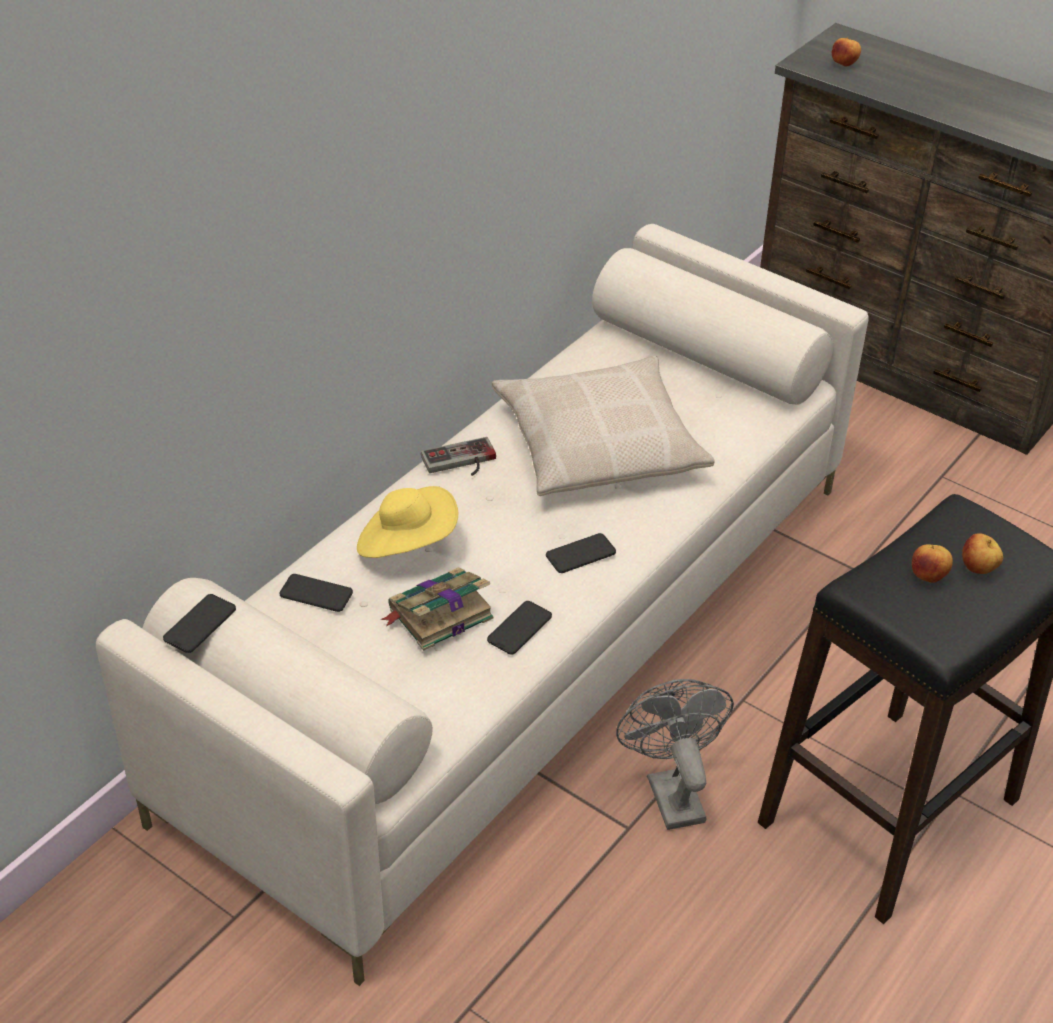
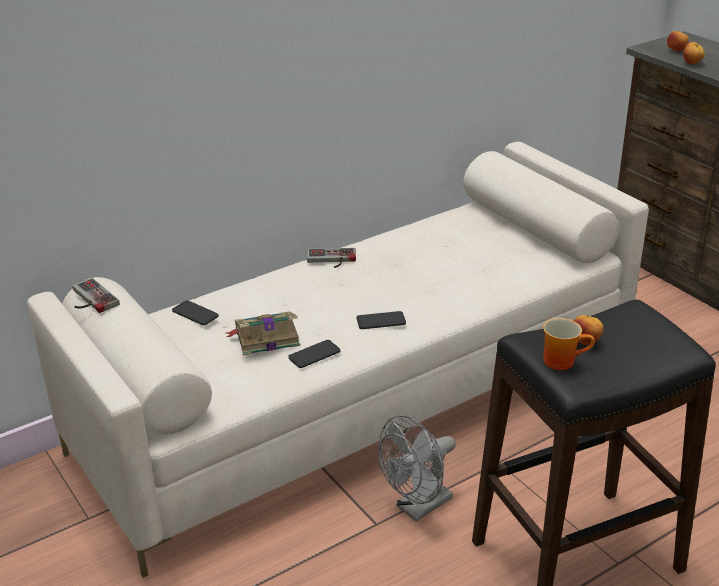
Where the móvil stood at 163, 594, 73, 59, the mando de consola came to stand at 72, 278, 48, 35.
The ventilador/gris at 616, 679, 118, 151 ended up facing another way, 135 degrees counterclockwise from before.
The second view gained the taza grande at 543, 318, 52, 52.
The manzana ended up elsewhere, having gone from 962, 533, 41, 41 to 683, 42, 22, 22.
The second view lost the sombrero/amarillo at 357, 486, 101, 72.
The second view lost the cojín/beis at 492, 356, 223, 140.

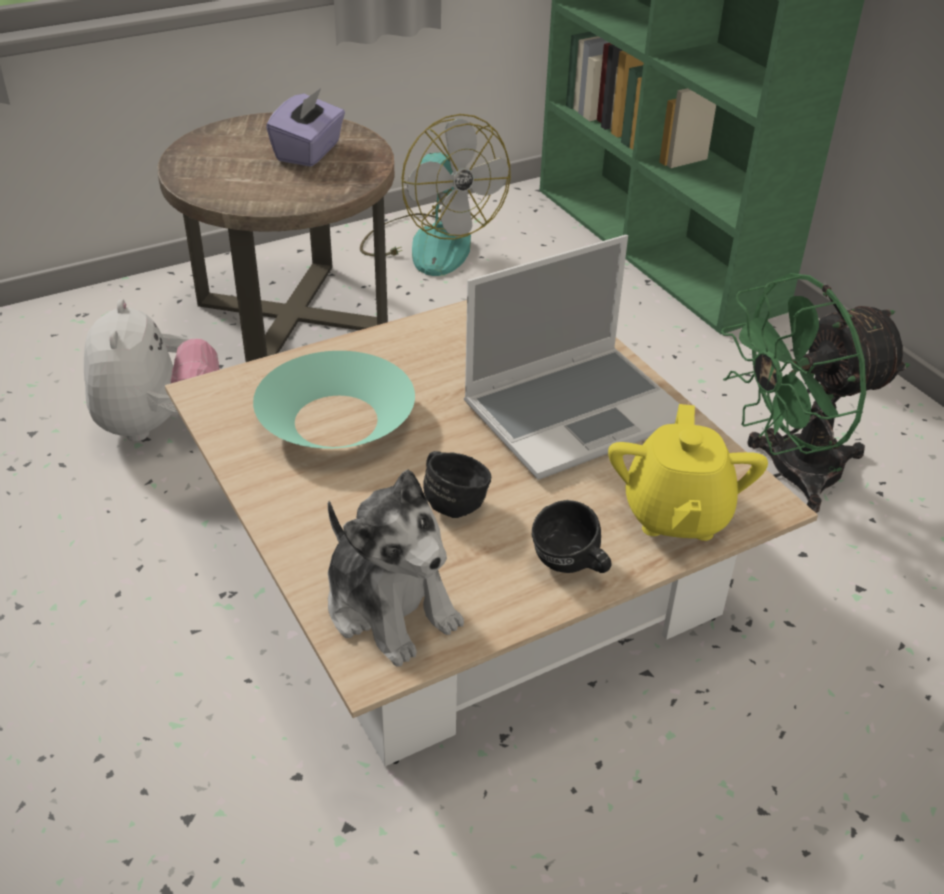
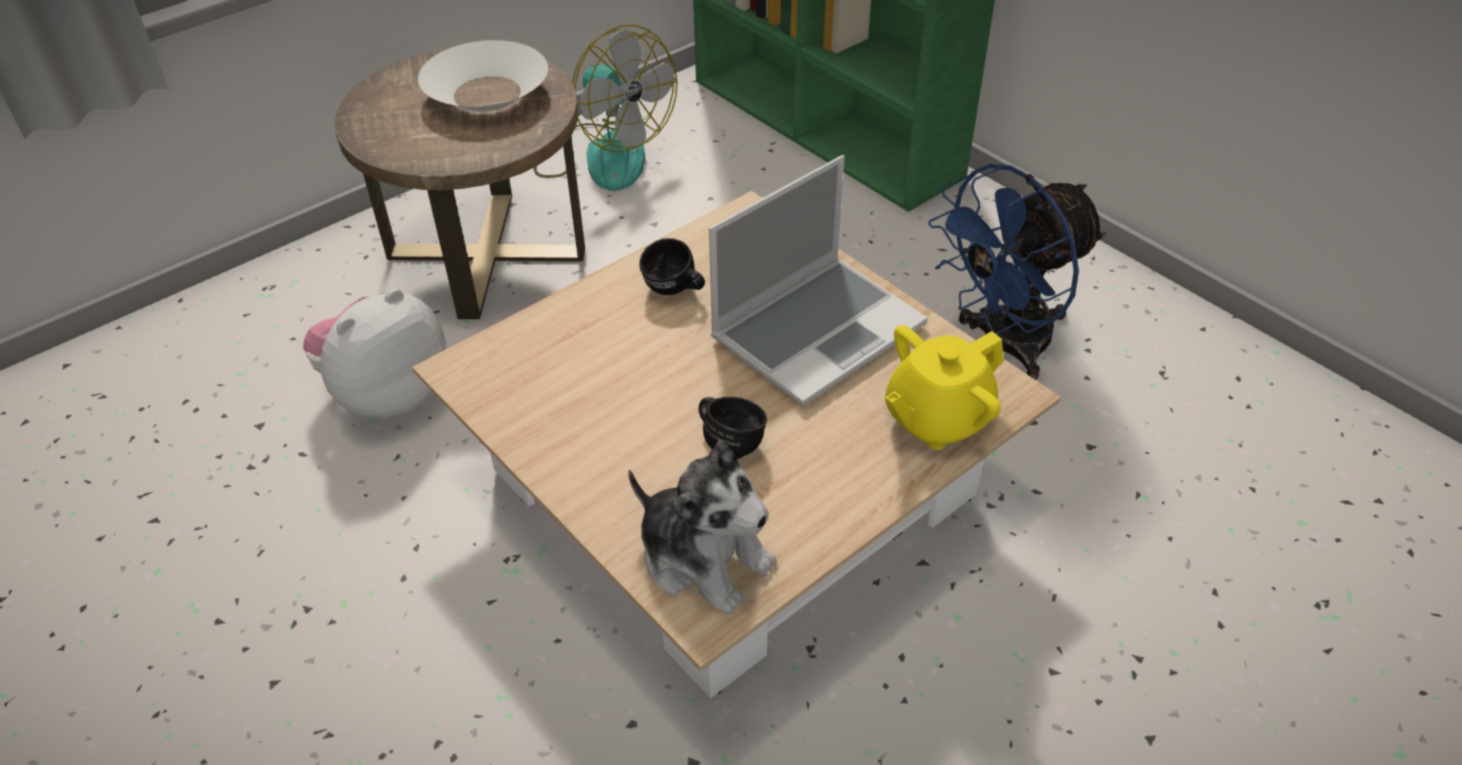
The peluche at 84, 299, 136, 142 ended up facing another way, 120 degrees counterclockwise from before.
Where the caja de pañuelos/morado stood at 266, 88, 79, 79, the cuenco/blanco came to stand at 418, 40, 130, 71.
The taza grande/negro ended up elsewhere, having gone from 532, 500, 80, 73 to 639, 238, 66, 57.
The tetera/amarillo at 608, 404, 160, 137 ended up facing another way, 60 degrees clockwise from before.
What was the ventilador/verde at 721, 273, 189, 240 turned into the ventilador/azul at 928, 164, 178, 216.
The second view lost the cuenco/turquesa at 253, 351, 162, 98.

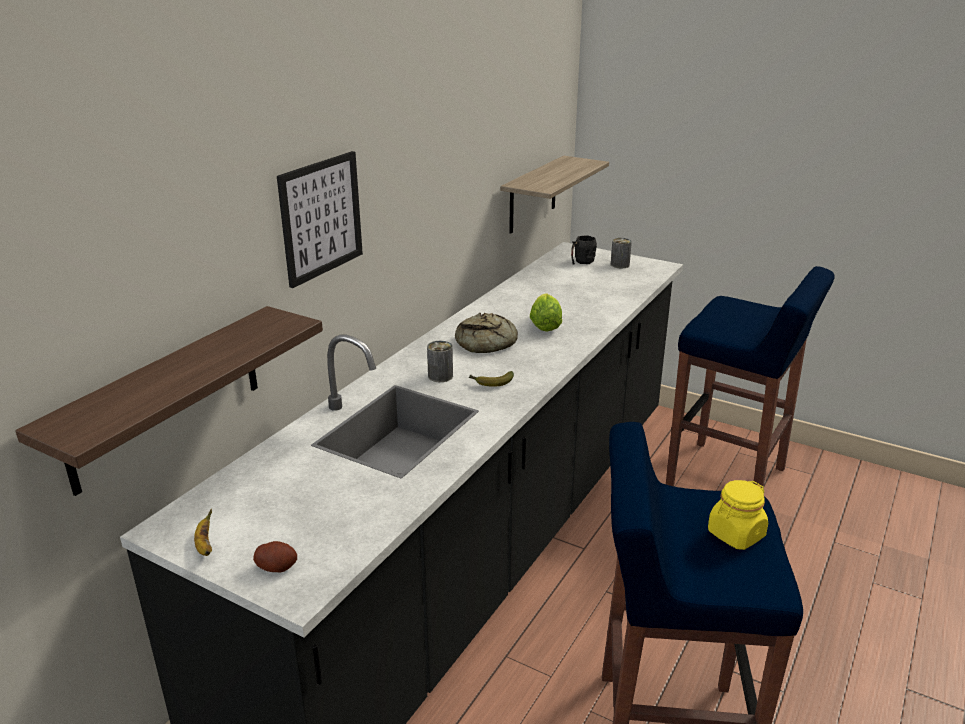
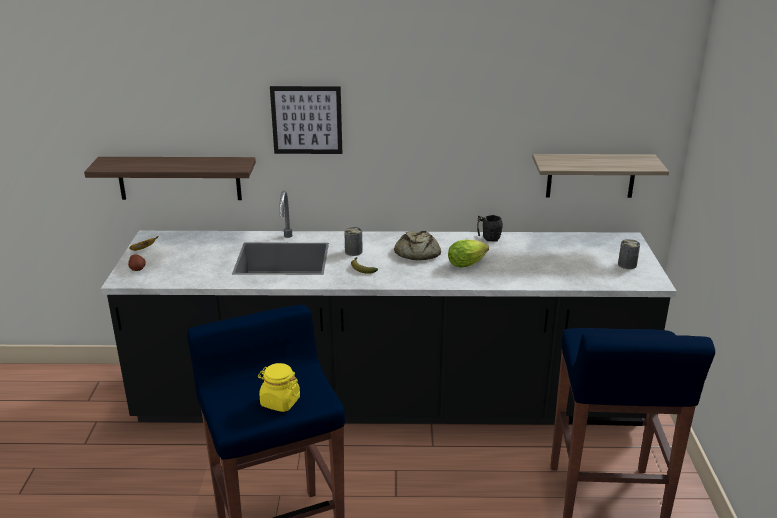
The taza grande/negro ended up elsewhere, having gone from 571, 235, 26, 30 to 477, 215, 26, 26.

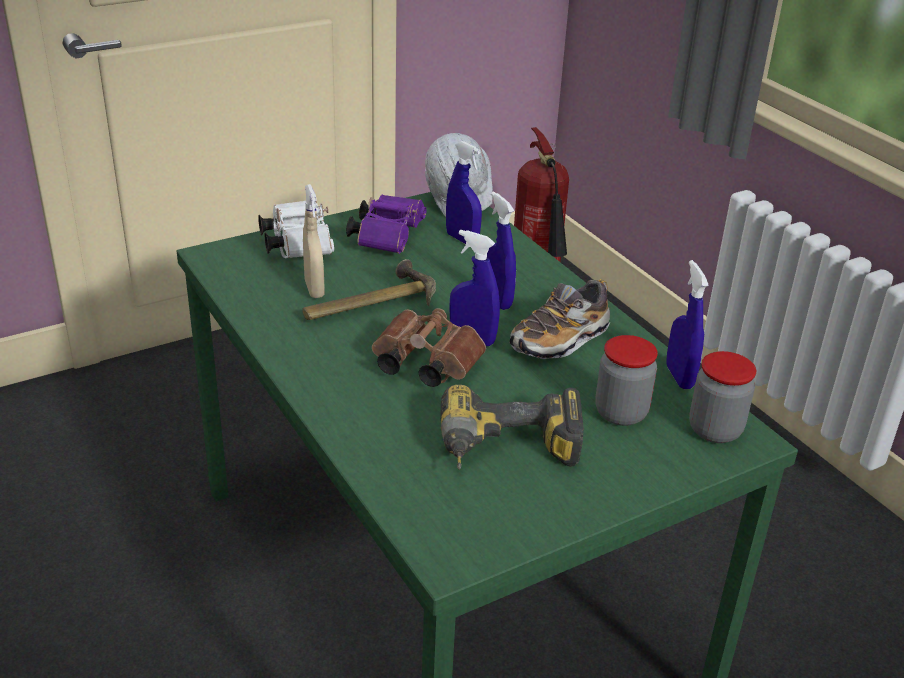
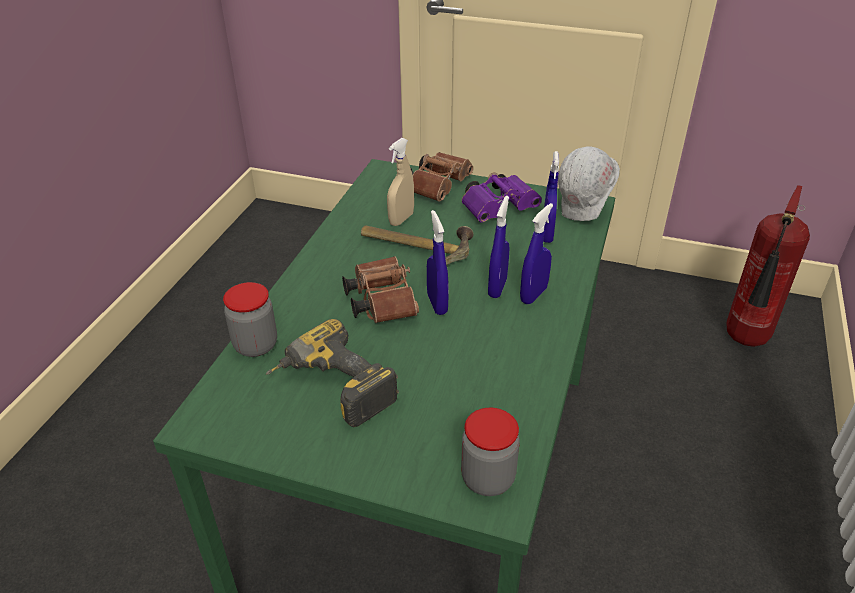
The tarro ended up elsewhere, having gone from 595, 335, 63, 91 to 223, 282, 54, 75.
What was the prismáticos/blanco at 258, 201, 76, 57 turned into the prismáticos/marrón at 411, 152, 62, 50.
The pulverizador/azul ended up elsewhere, having gone from 666, 260, 42, 129 to 520, 203, 33, 101.
The second view lost the zapato at 510, 279, 100, 80.

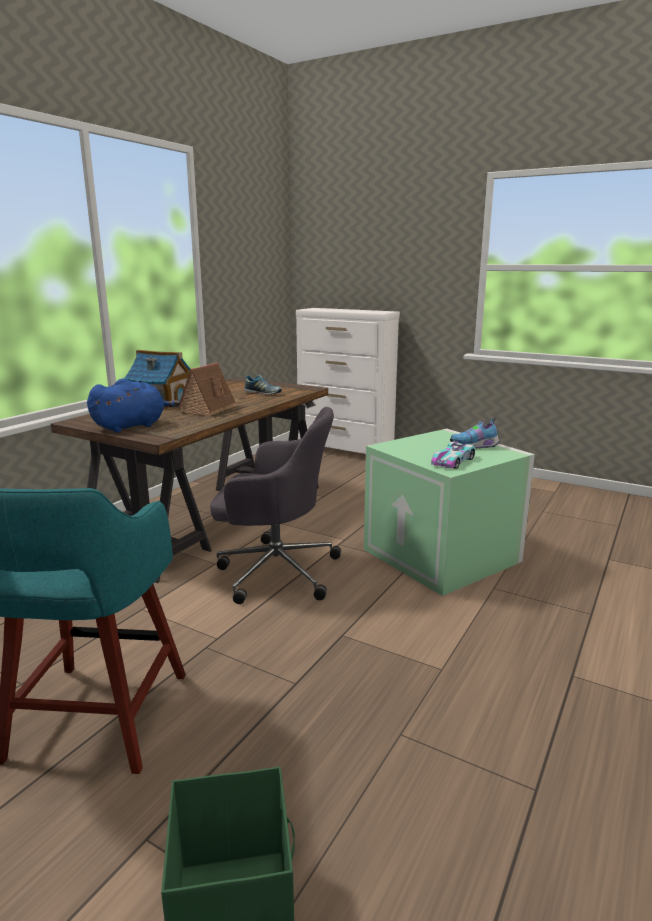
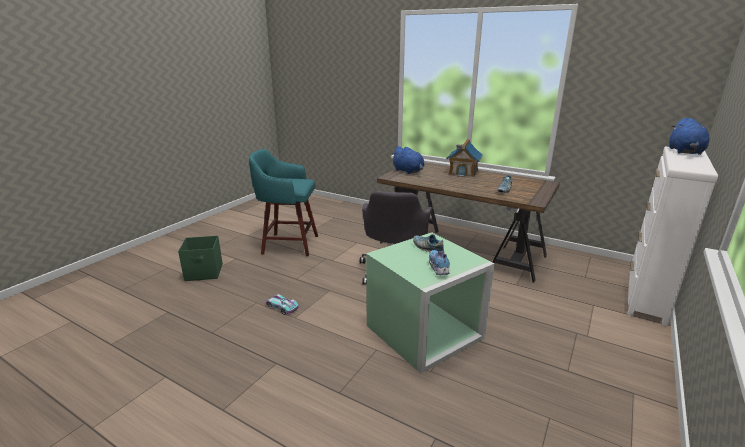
The coche de juguete ended up elsewhere, having gone from 431, 441, 44, 28 to 266, 294, 33, 21.
The second view gained the zapato at 413, 234, 31, 19.
The second view gained the peluche/azul at 669, 118, 40, 37.
The second view lost the casita at 177, 362, 61, 54.

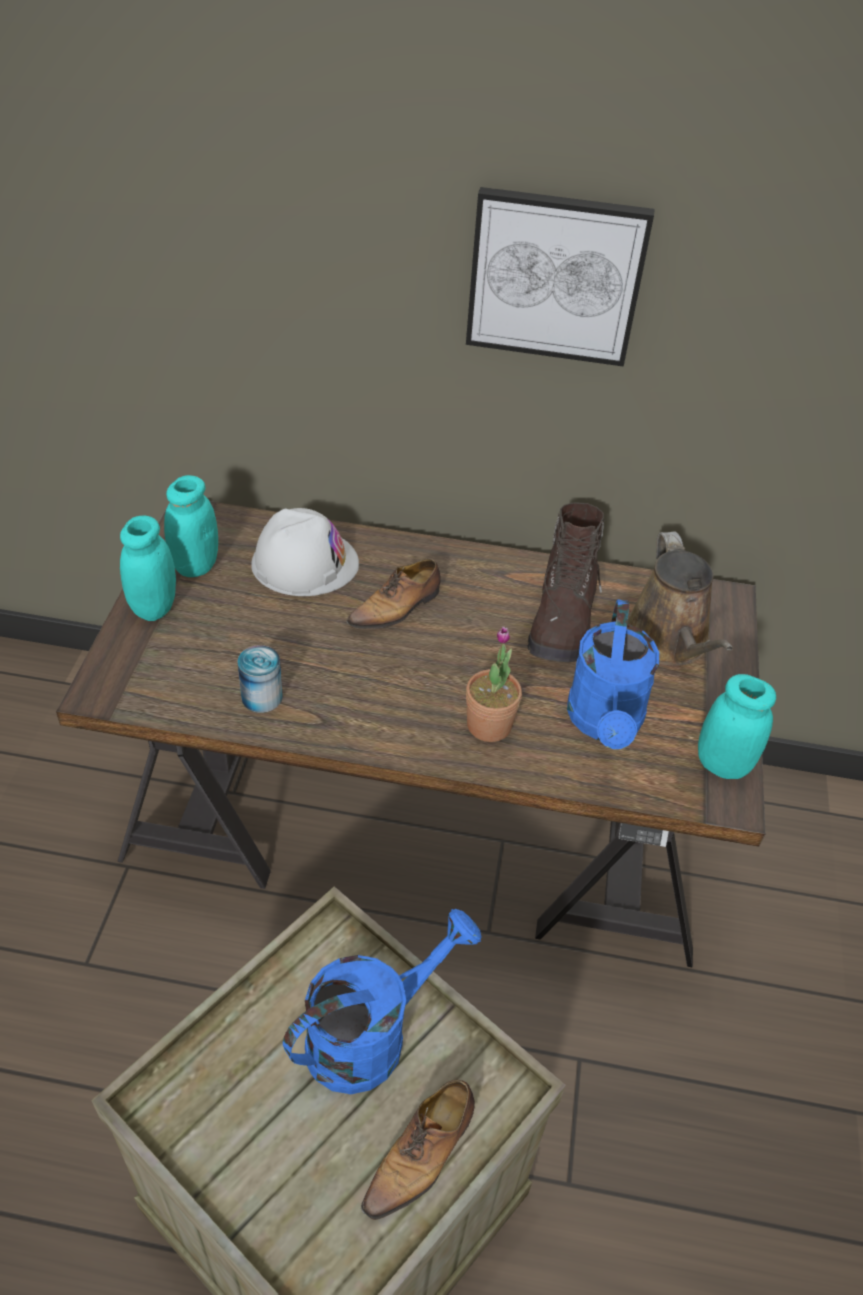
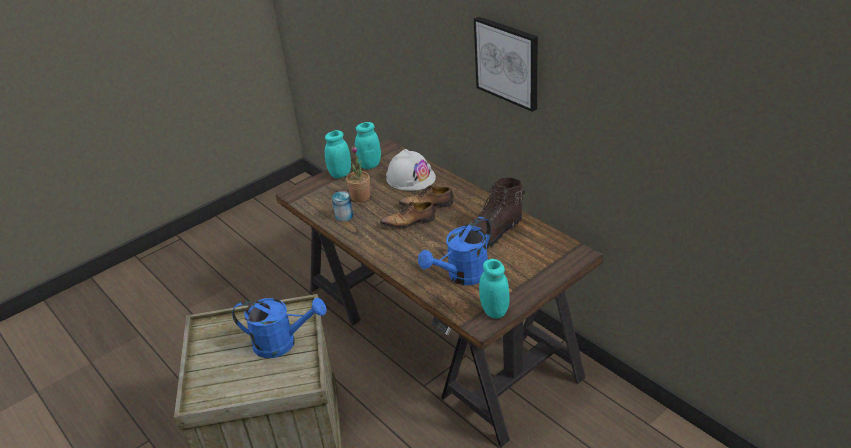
The planta en maceta ended up elsewhere, having gone from 466, 626, 56, 116 to 346, 146, 24, 56.
The zapato ended up elsewhere, having gone from 361, 1080, 114, 140 to 380, 202, 55, 27.
The second view lost the regadera/marrón at 627, 531, 106, 135.

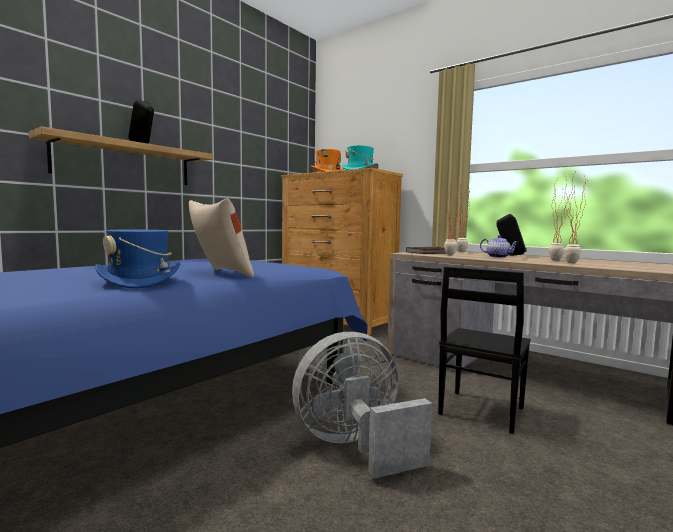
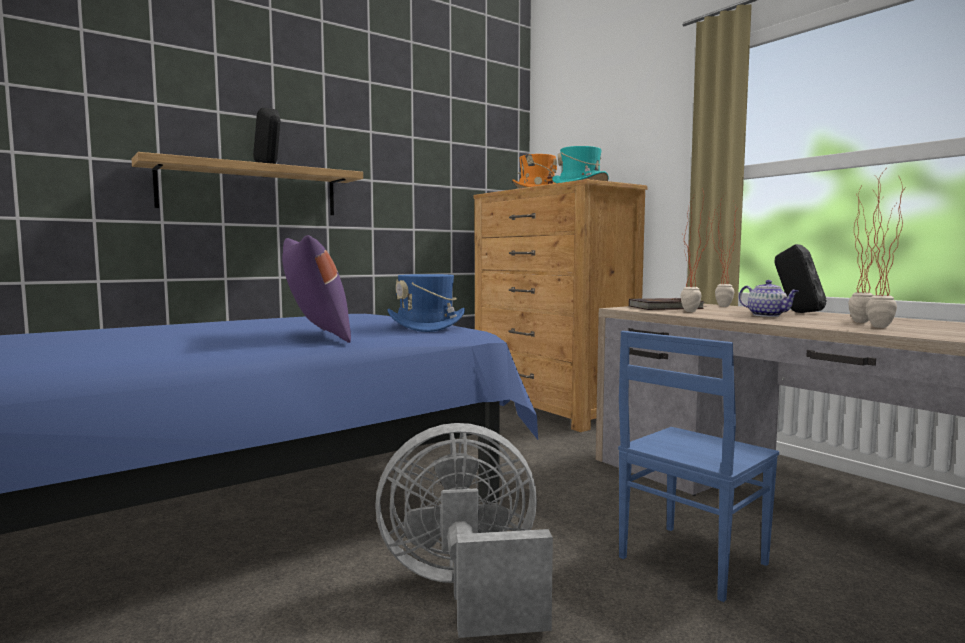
What was the cojín/beis at 189, 198, 65, 80 turned into the cojín/morado at 282, 235, 69, 108.
The sombrero/azul ended up elsewhere, having gone from 95, 230, 86, 58 to 387, 274, 78, 58.
What was the silla/negro at 438, 266, 93, 168 turned into the silla/azul at 618, 331, 161, 271.

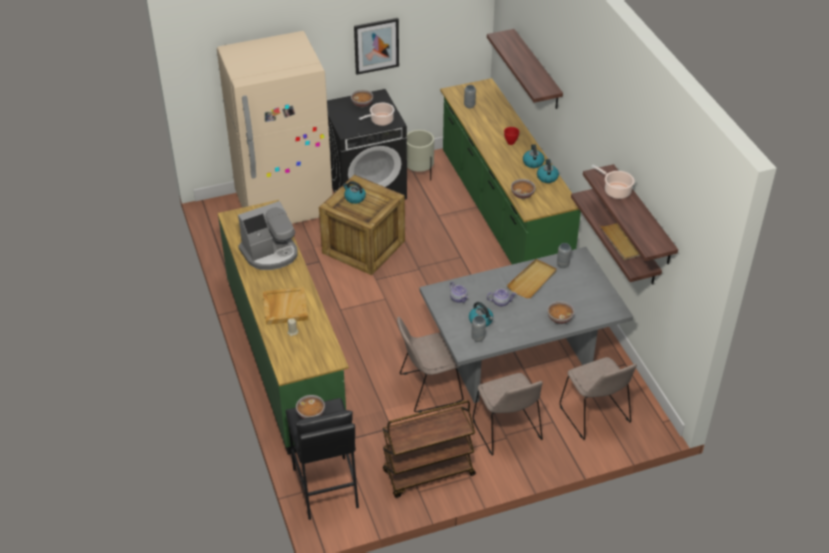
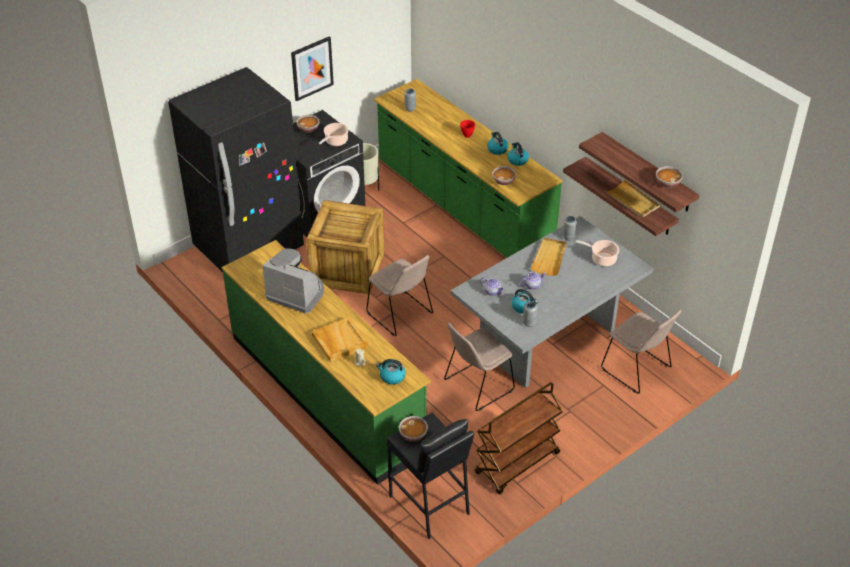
What was the nevera/beis at 217, 31, 116, 193 turned into the nevera/negro at 168, 67, 136, 205.
The cafetera at 238, 201, 60, 69 ended up facing another way, 105 degrees counterclockwise from before.
The silla/beis ended up elsewhere, having gone from 473, 373, 70, 83 to 366, 255, 67, 81.
The hervidor ended up elsewhere, having gone from 343, 181, 23, 23 to 376, 359, 30, 26.
The olla ended up elsewhere, having gone from 591, 165, 44, 34 to 576, 240, 43, 26.
The cuenco ended up elsewhere, having gone from 547, 301, 27, 23 to 656, 166, 27, 22.
The second view lost the estante at 487, 29, 76, 80.

